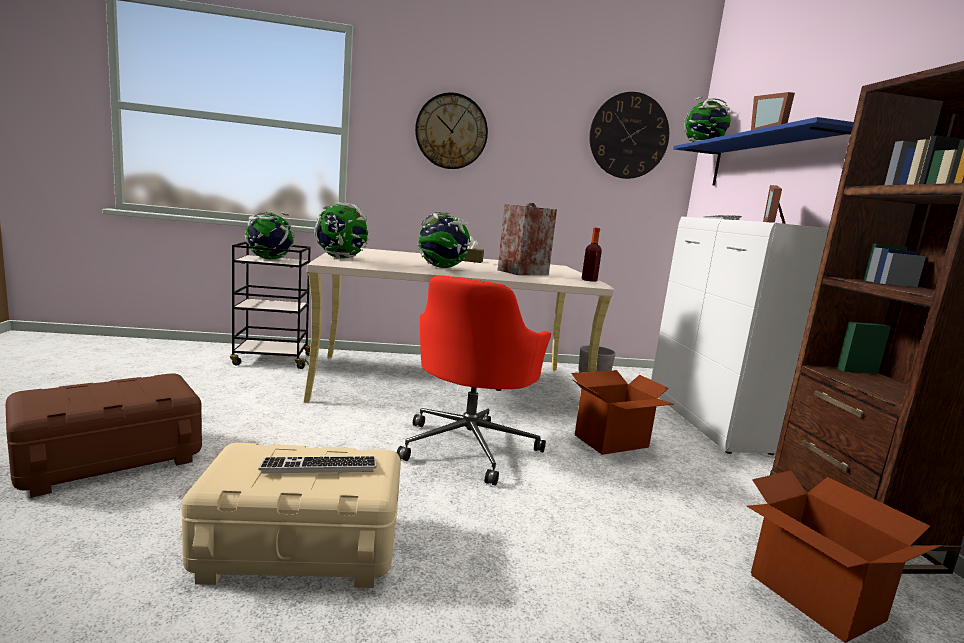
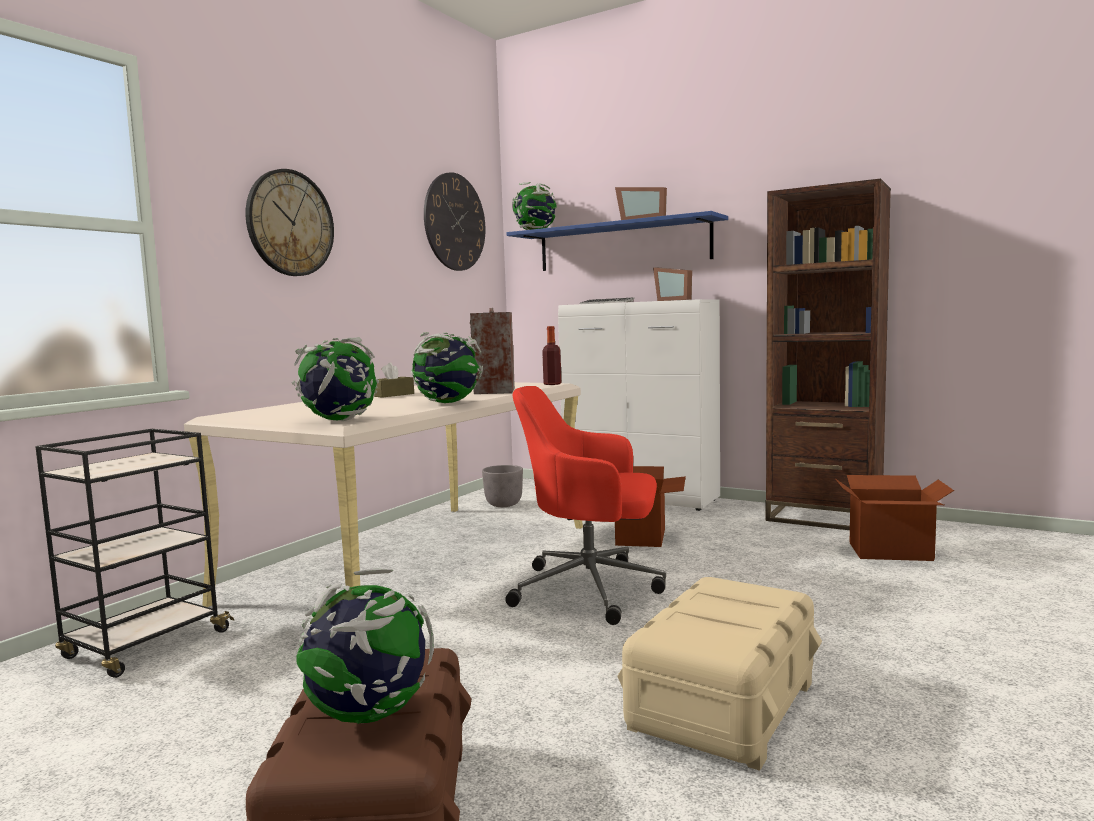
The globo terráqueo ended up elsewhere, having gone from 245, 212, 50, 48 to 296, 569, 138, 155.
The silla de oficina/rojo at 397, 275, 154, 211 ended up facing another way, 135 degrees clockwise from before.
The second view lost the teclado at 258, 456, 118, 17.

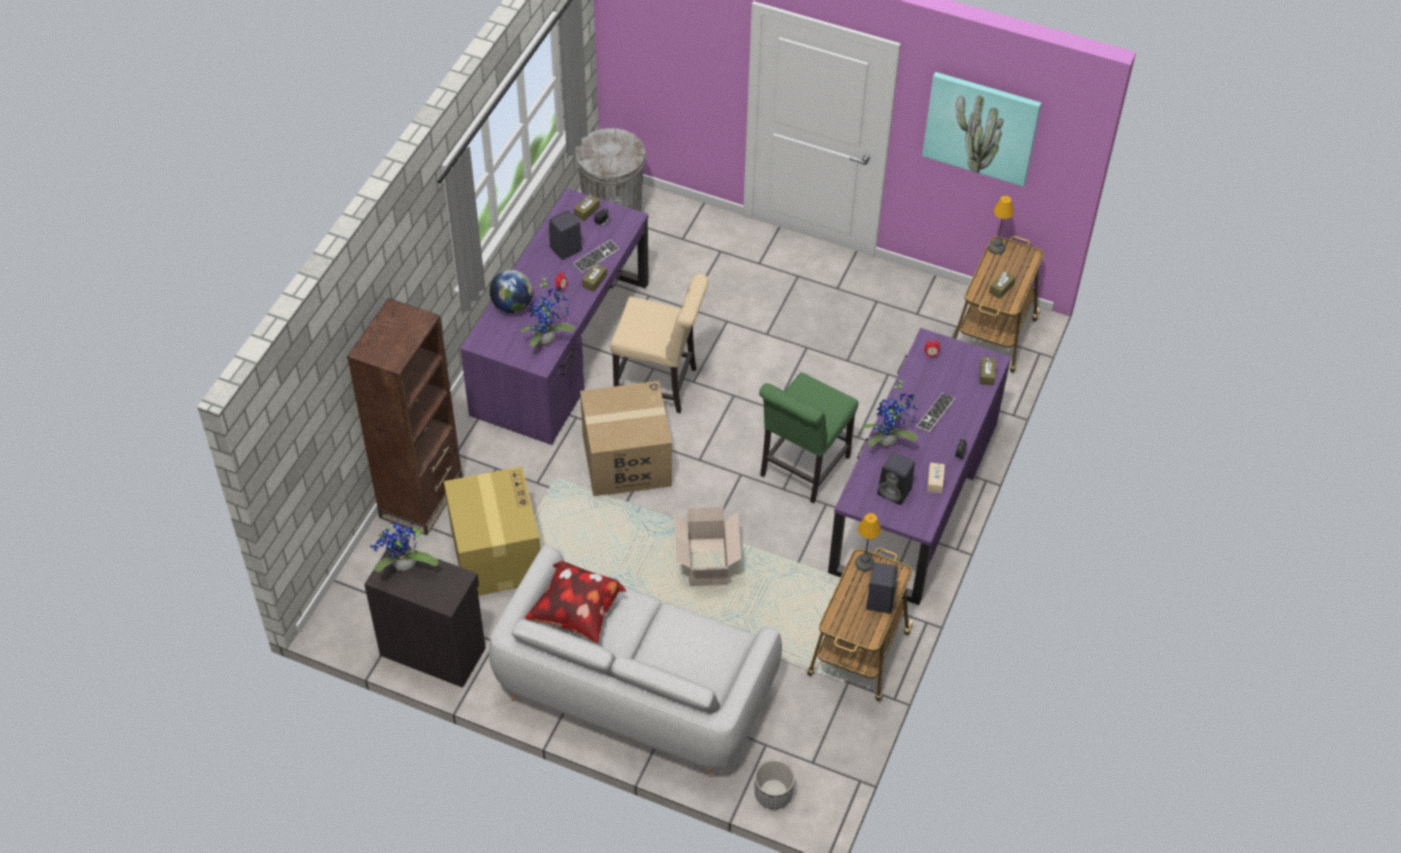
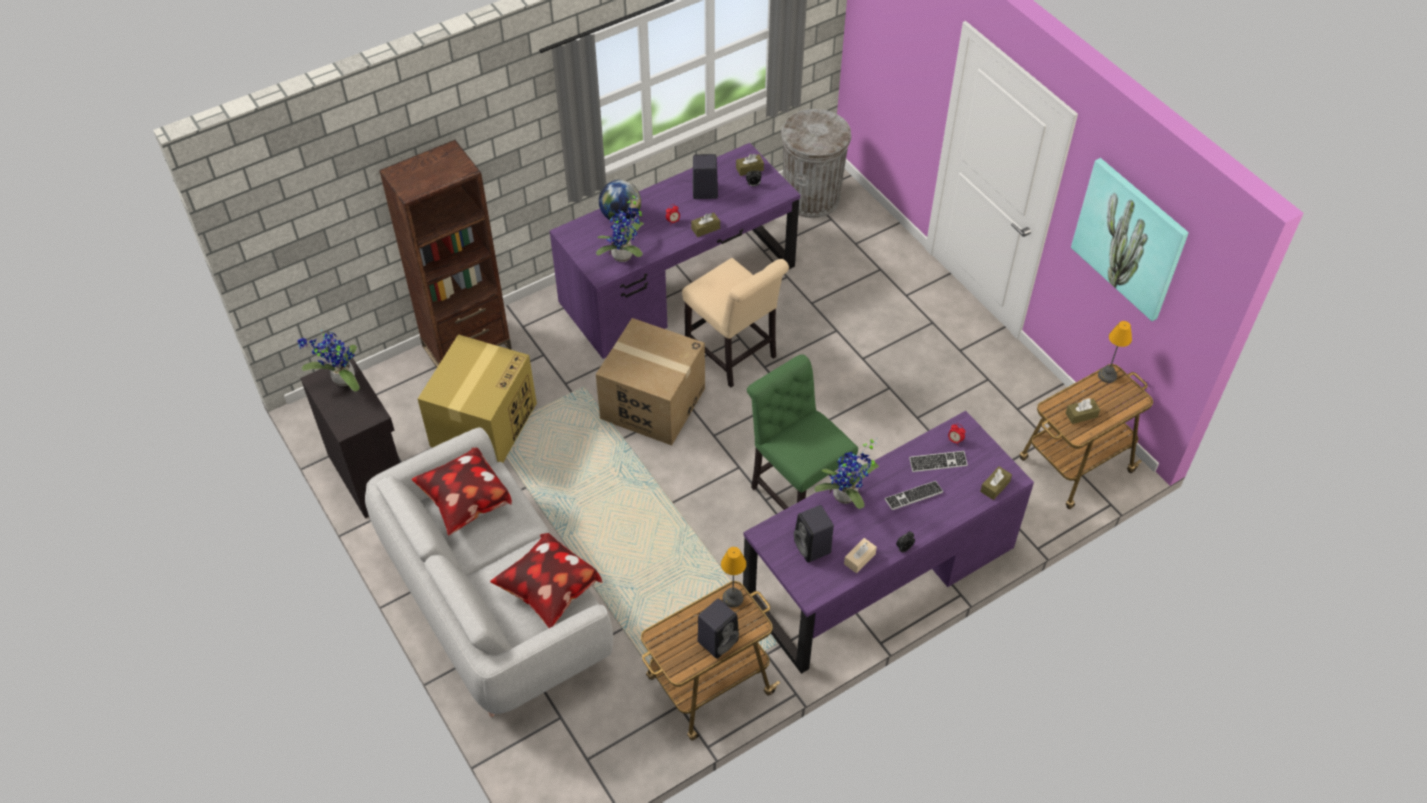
The second view gained the cojín at 490, 533, 113, 95.
The silla/verde at 759, 372, 100, 131 ended up facing another way, 75 degrees clockwise from before.
The teclado ended up elsewhere, having gone from 573, 240, 46, 33 to 909, 451, 59, 21.
The second view lost the caja de cartón at 674, 507, 67, 79.
The second view lost the maceta at 754, 760, 41, 49.

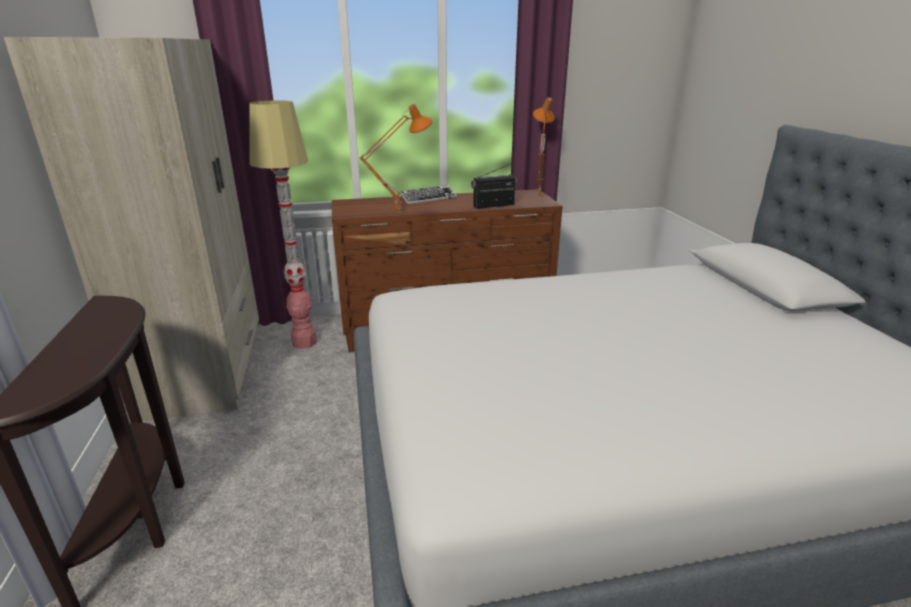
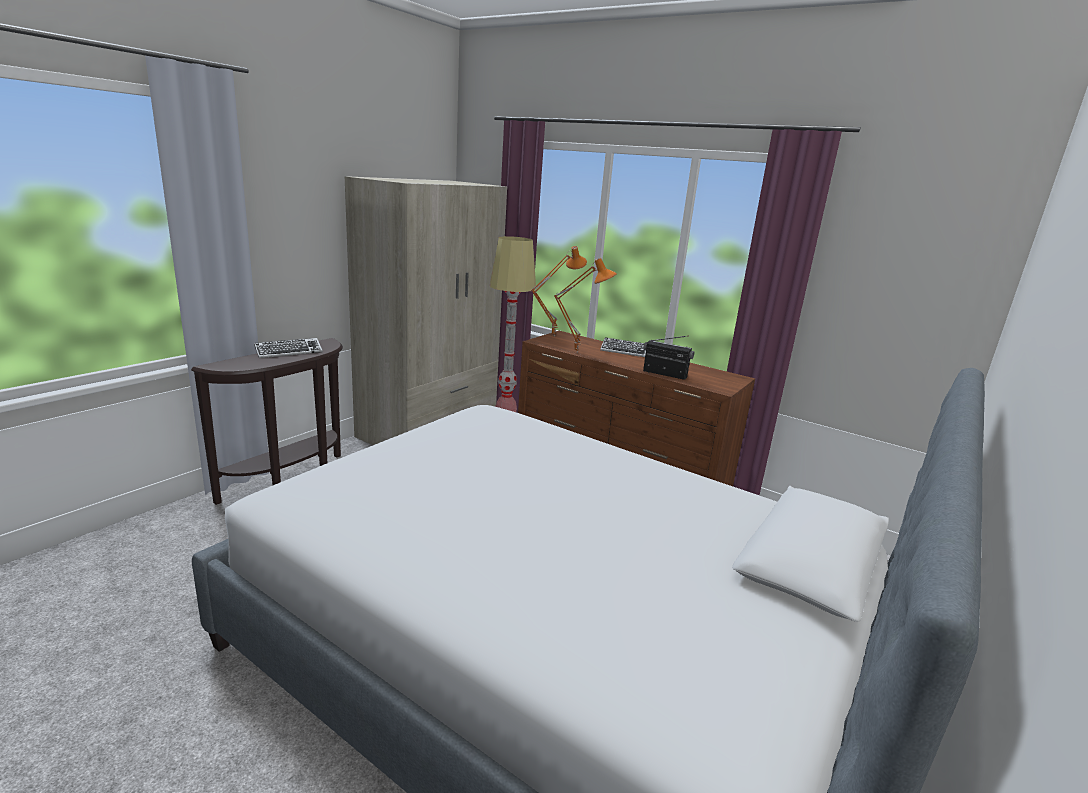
The second view gained the teclado at 254, 338, 69, 20.
The lámpara de mesa/naranja ended up elsewhere, having gone from 533, 97, 22, 102 to 531, 246, 56, 90.

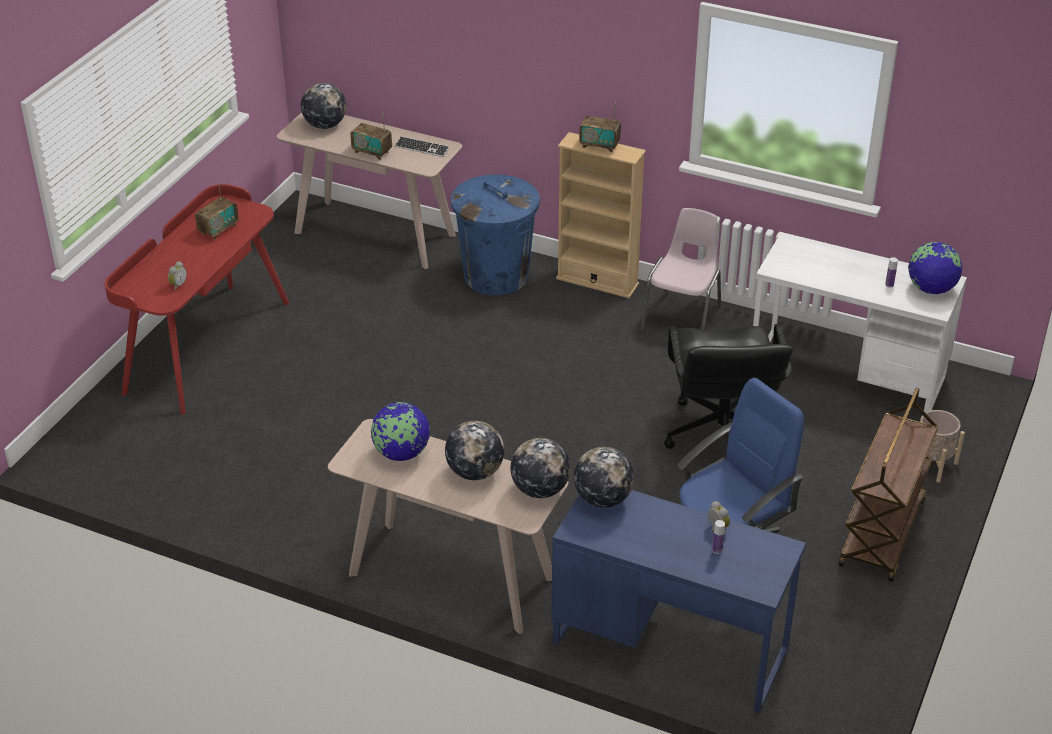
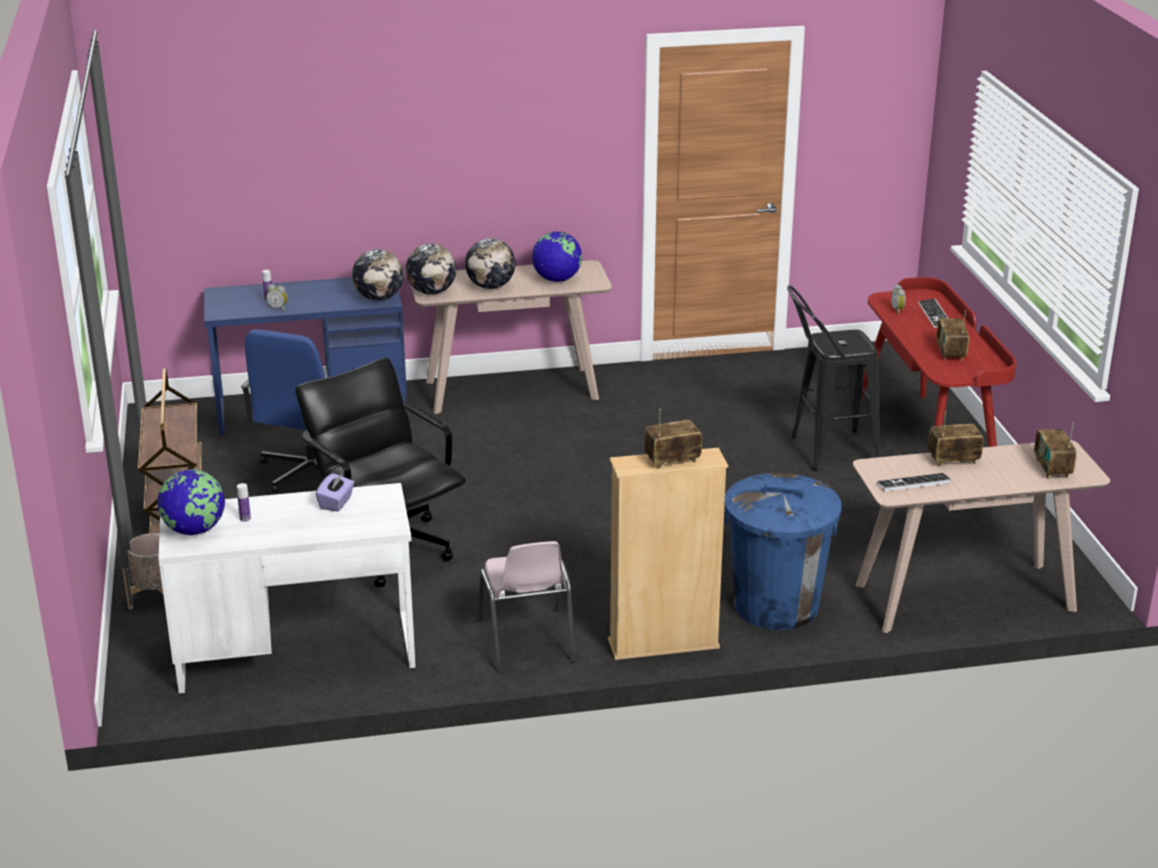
The second view gained the caja de pañuelos/morado at 316, 473, 38, 39.
The second view gained the taburete/negro at 787, 285, 93, 186.
The second view gained the teclado at 918, 298, 31, 30.
Where the globo terráqueo stood at 301, 83, 45, 46, the radio came to stand at 1034, 422, 43, 57.

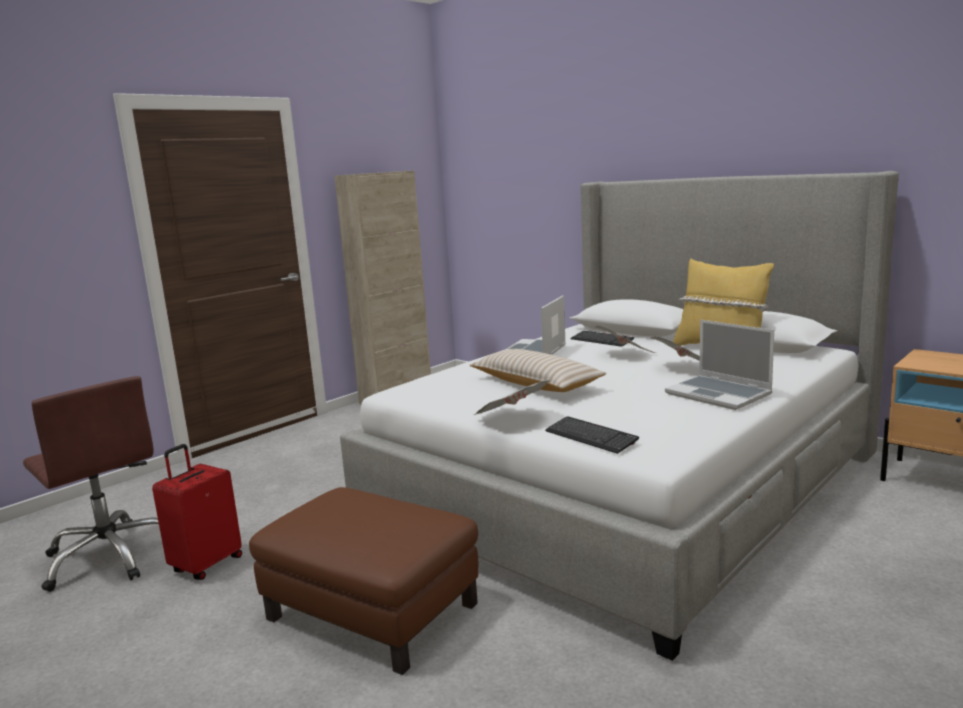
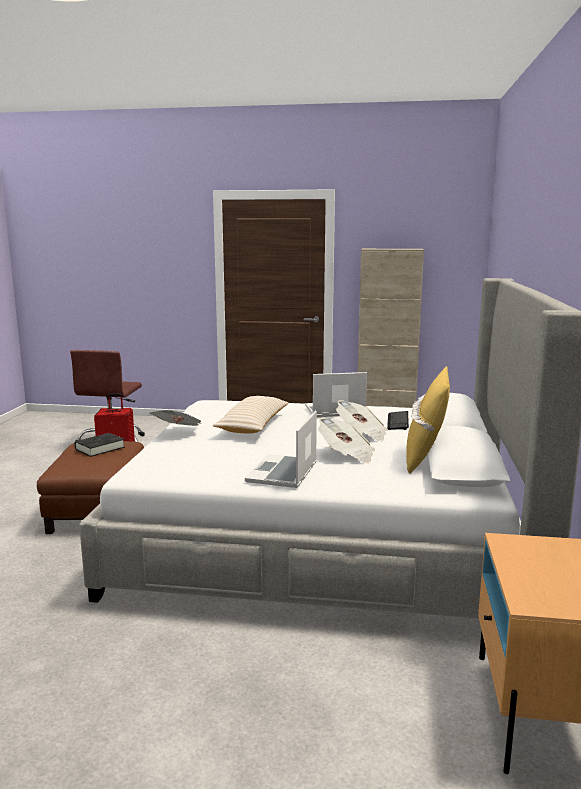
The second view gained the libro/negro at 74, 433, 51, 24.
The second view lost the teclado at 545, 416, 94, 38.

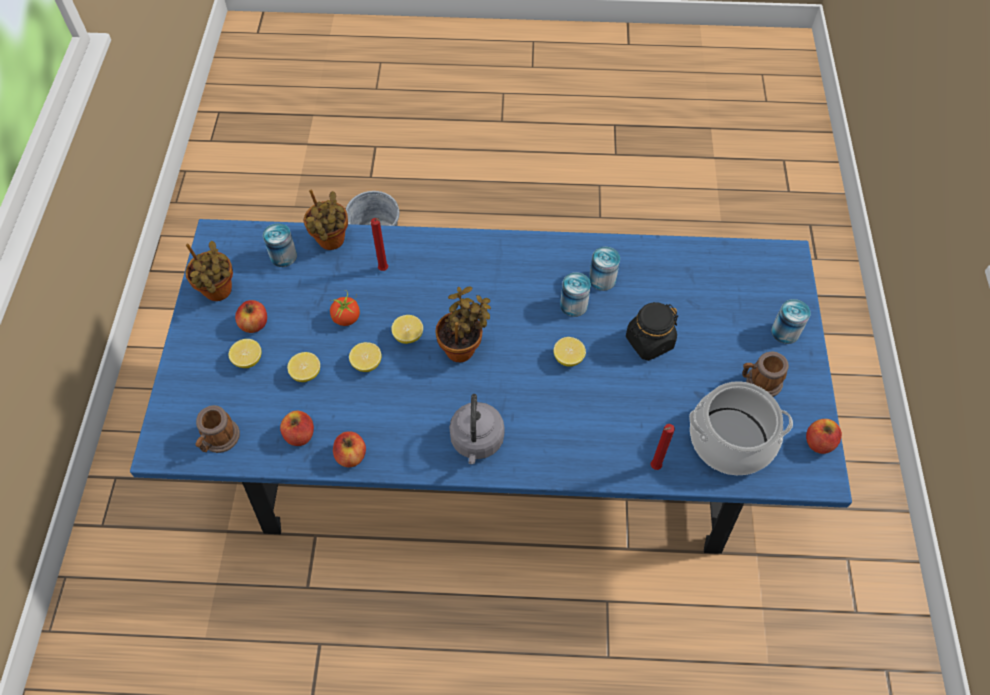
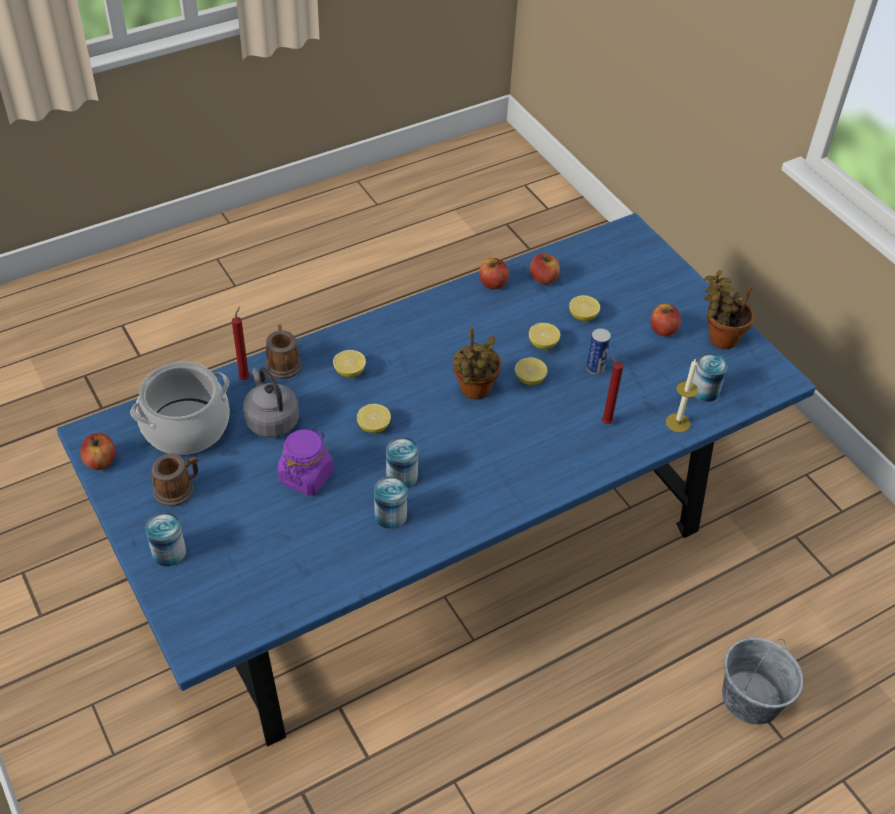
The hervidor/gris ended up elsewhere, having gone from 449, 394, 55, 70 to 243, 368, 56, 69.
The taza grande ended up elsewhere, having gone from 195, 405, 45, 48 to 265, 325, 37, 54.
What was the tarro/negro at 626, 302, 52, 59 turned into the tarro/morado at 277, 428, 56, 68.
The limón ended up elsewhere, having gone from 229, 339, 33, 29 to 333, 350, 33, 28.
Where the tomate stood at 330, 290, 30, 36, the lata came to stand at 586, 328, 25, 47.
Where the planta en maceta stood at 304, 189, 44, 61, the vela came to stand at 666, 358, 32, 75.

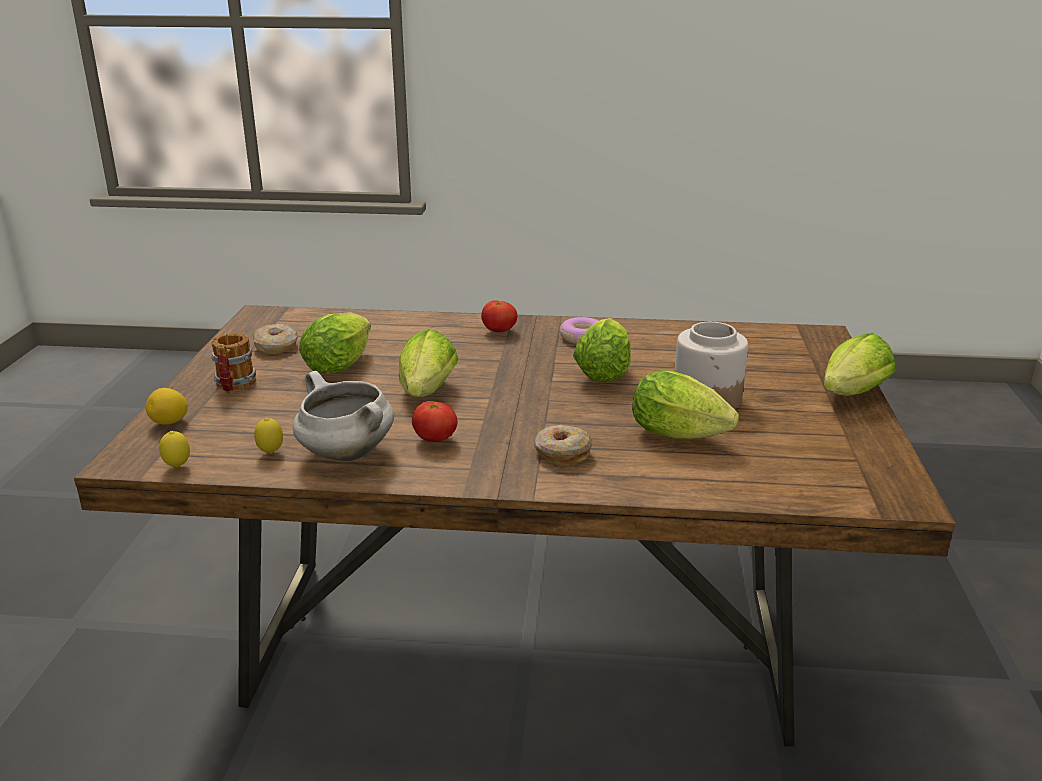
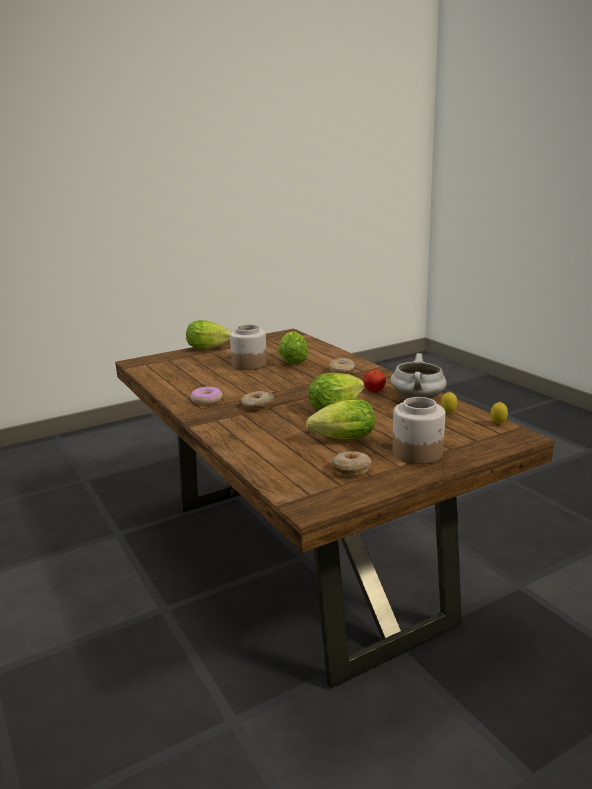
The second view gained the rosquilla at 241, 391, 33, 19.
Where the taza grande stood at 212, 333, 44, 61, the tarro came to stand at 393, 397, 52, 67.
The second view lost the limón at 146, 388, 42, 37.
The second view lost the tomate at 481, 300, 36, 32.
The second view lost the lechuga at 573, 318, 58, 65.

